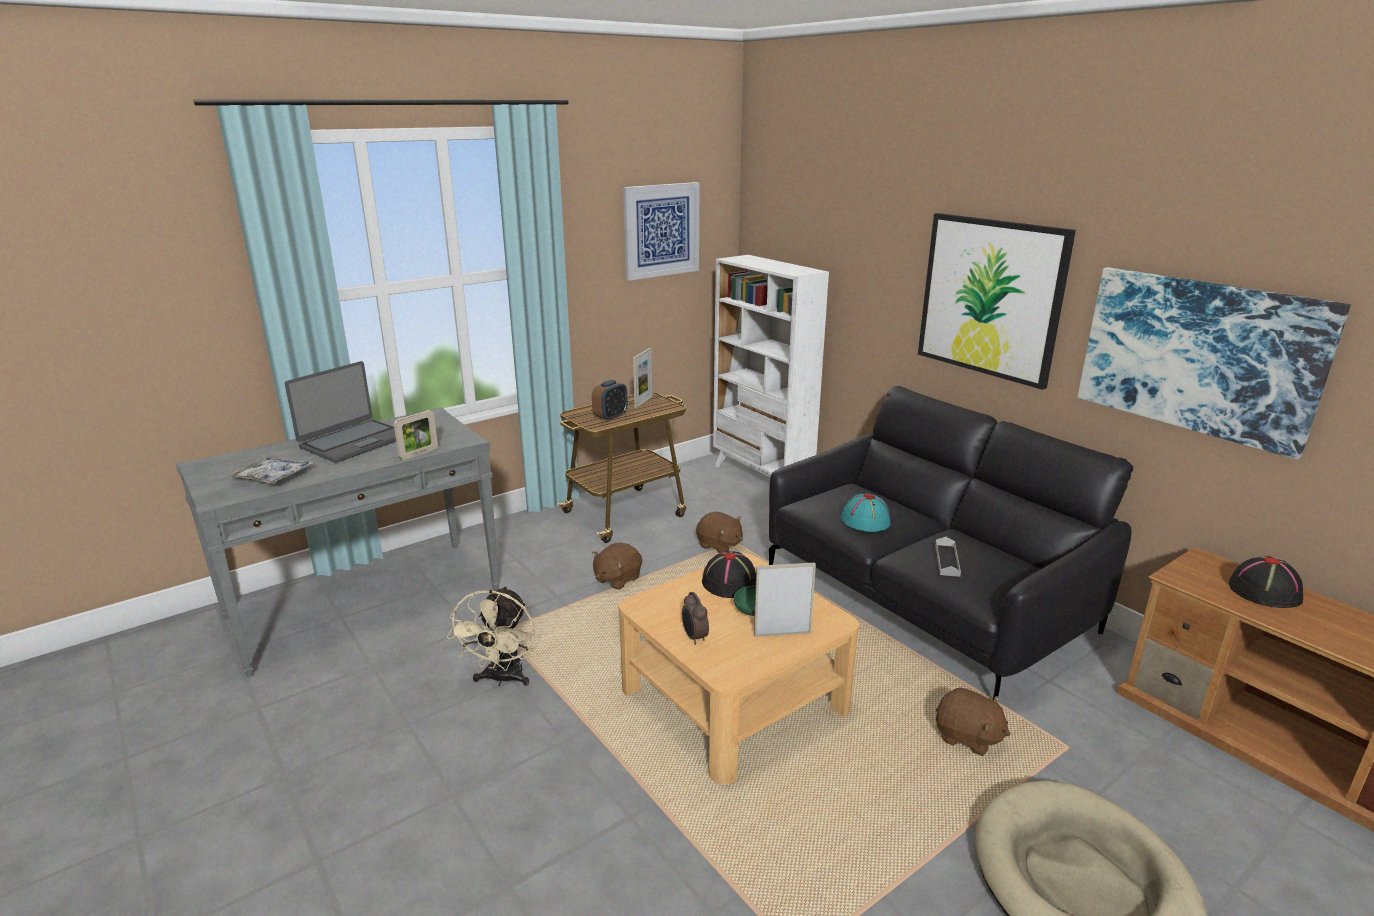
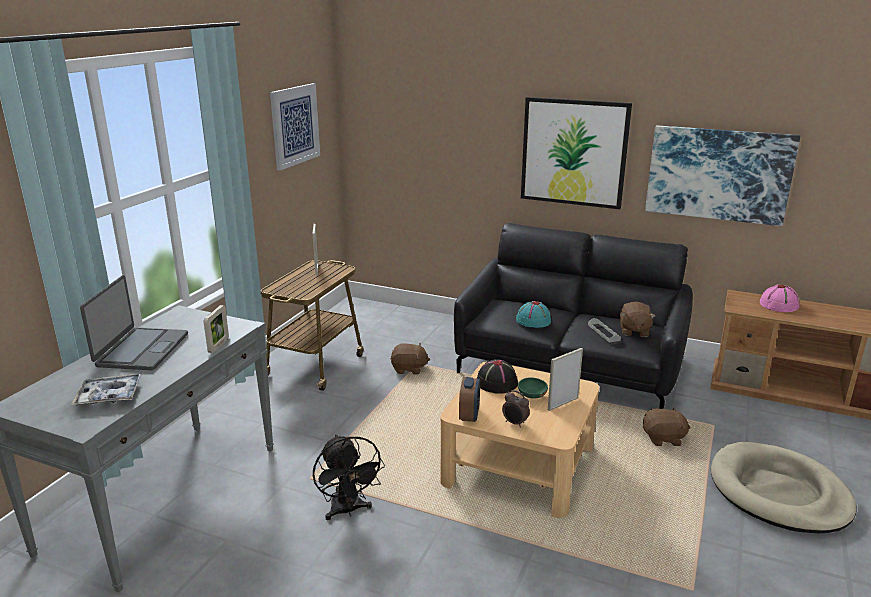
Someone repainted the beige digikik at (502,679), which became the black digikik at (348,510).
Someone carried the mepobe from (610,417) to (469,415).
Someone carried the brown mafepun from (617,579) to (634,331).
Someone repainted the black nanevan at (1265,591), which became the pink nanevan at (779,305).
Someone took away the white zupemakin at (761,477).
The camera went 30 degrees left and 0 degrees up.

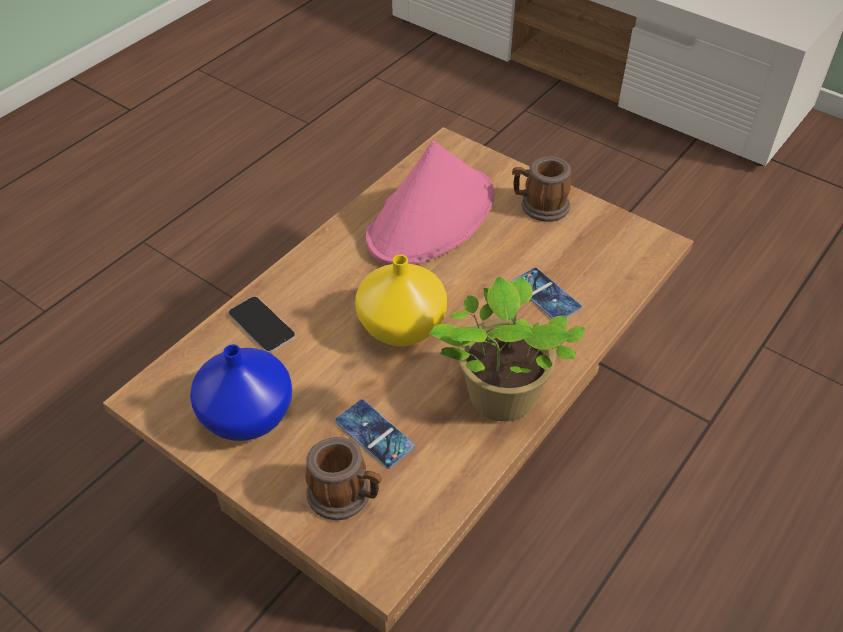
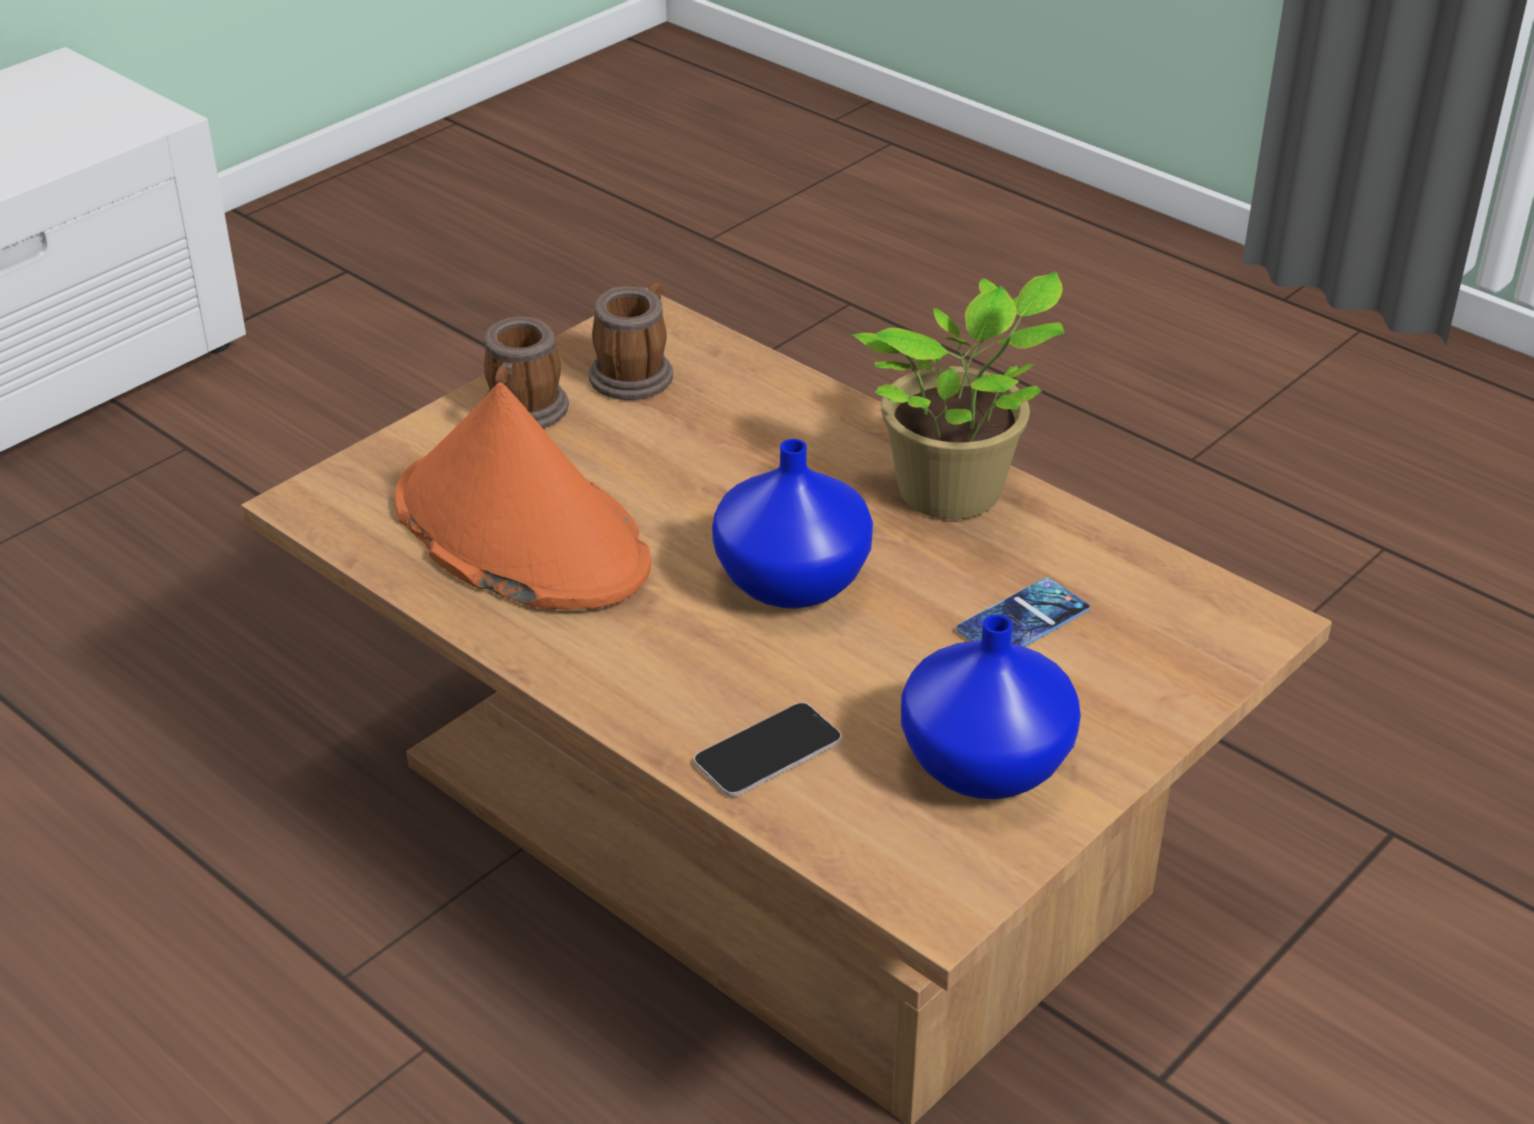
Someone repainted the pink nanevan at (431,218), which became the orange nanevan at (519,533).
Someone carried the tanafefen from (345,495) to (636,373).
Someone repainted the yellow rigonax at (403,327), which became the blue rigonax at (794,580).
Someone took away the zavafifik at (546,295).
The camera went 85 degrees left and 10 degrees down.

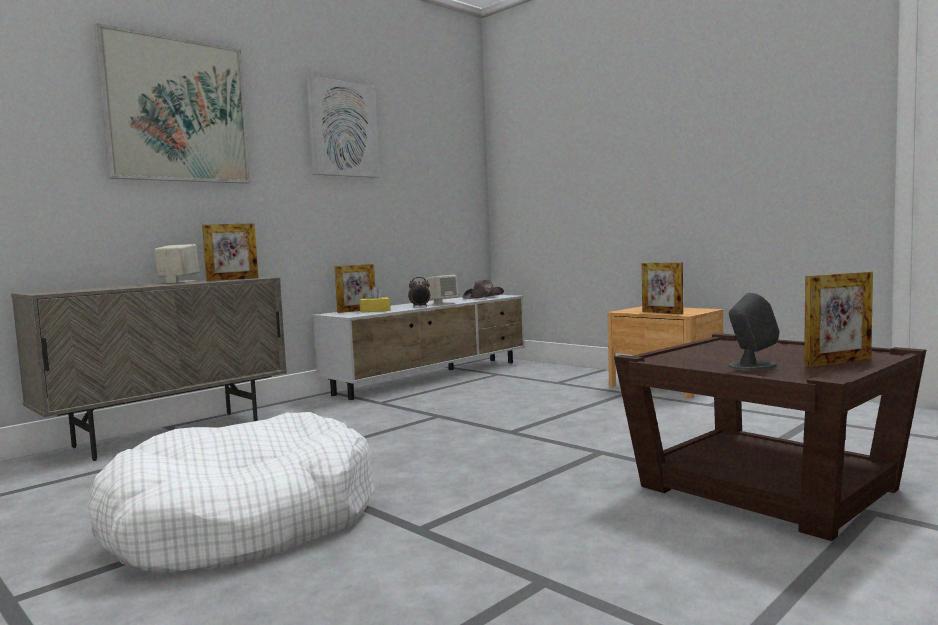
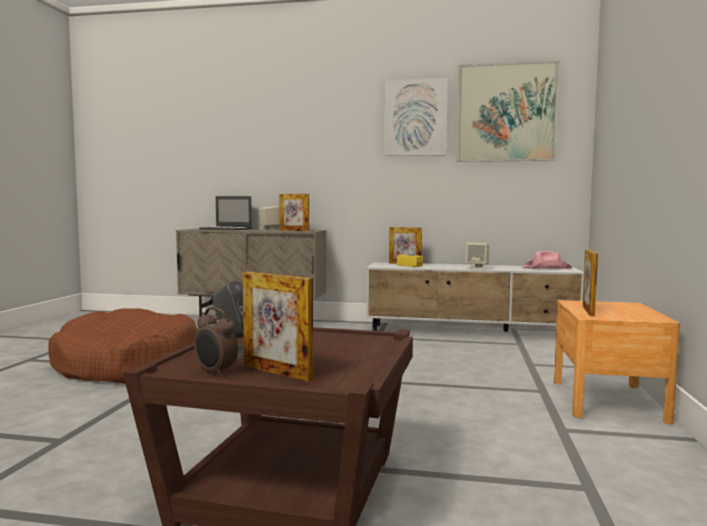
Someone repainted the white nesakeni at (243,523), which became the brown nesakeni at (127,366).
Someone carried the mepobe from (420,306) to (215,372).
Someone put down the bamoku at (226,229).
Someone carried the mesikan from (177,110) to (506,112).
Someone repainted the brown nanevan at (483,297), which became the pink nanevan at (547,268).
The camera went 55 degrees right and 0 degrees up.

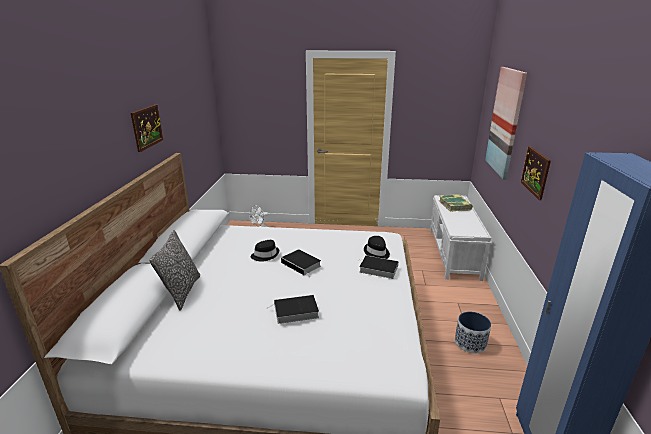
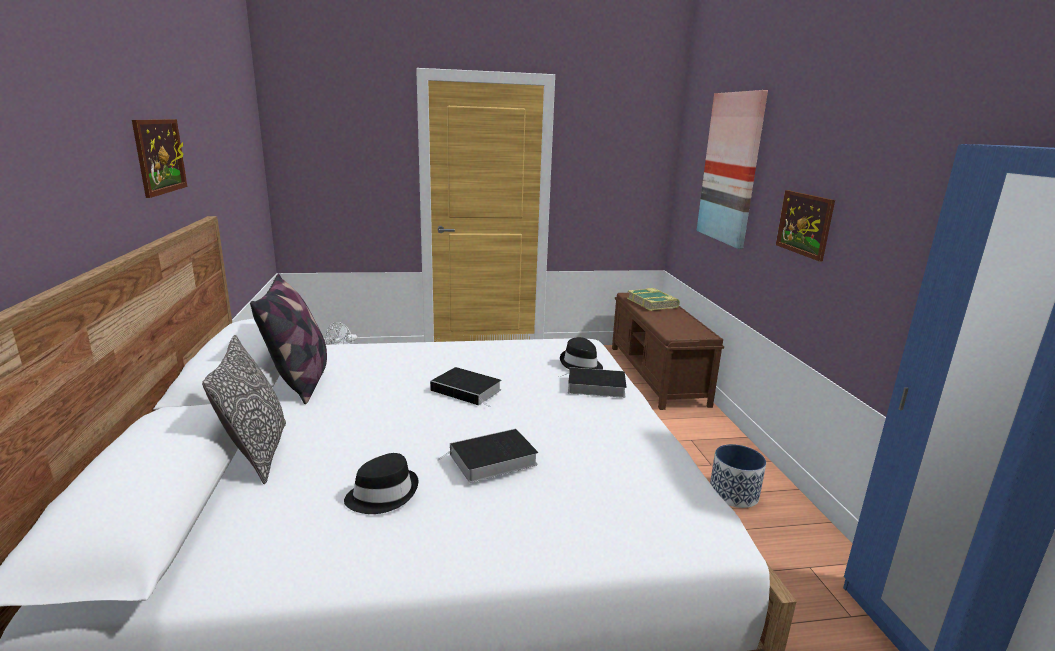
Someone put down the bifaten at (300,381).
Someone carried the black nanevan from (265,255) to (382,494).
Someone repainted the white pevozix at (453,253), which became the brown pevozix at (657,375).
The camera went 15 degrees left and 5 degrees down.

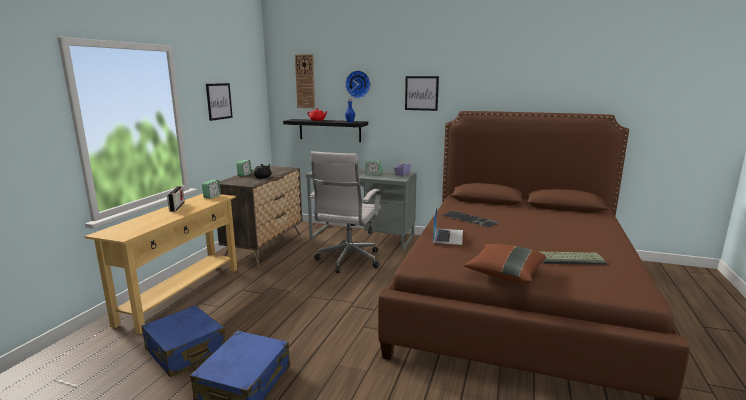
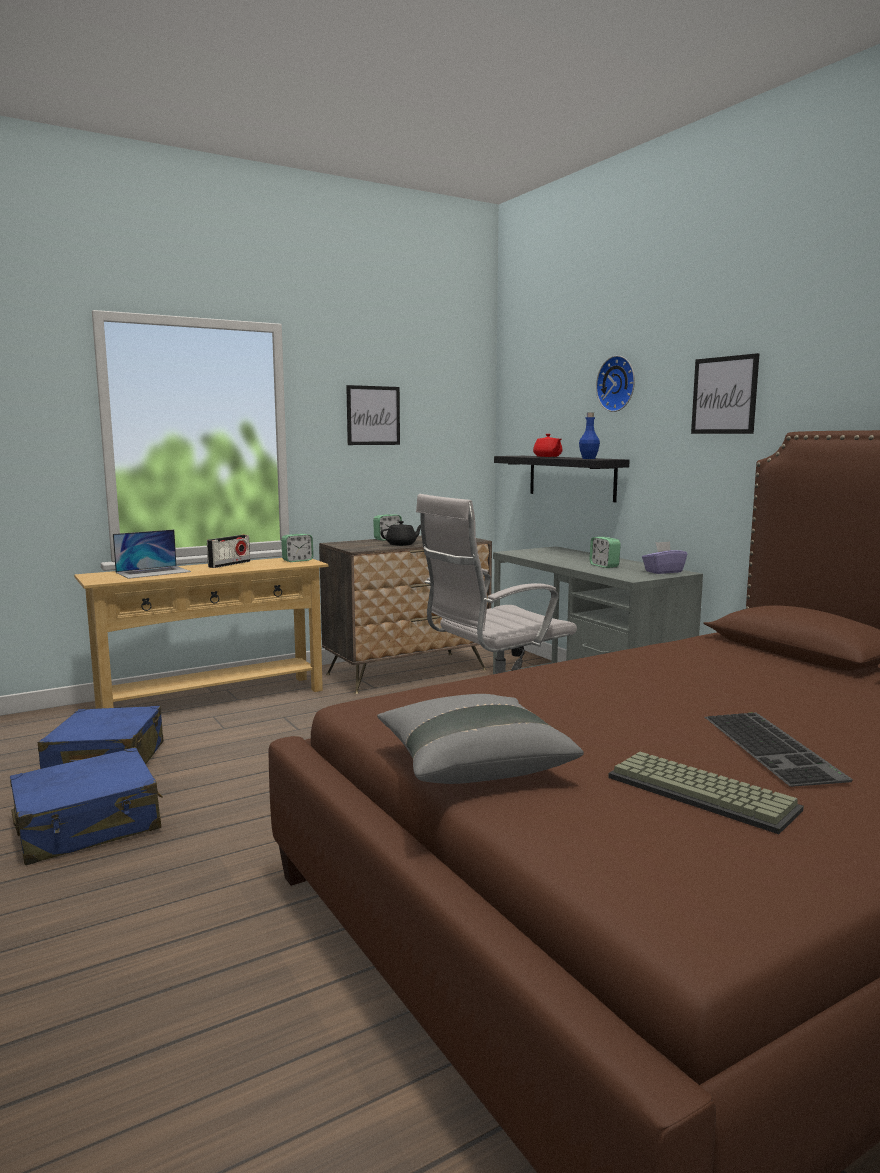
Someone carried the bamoku from (448,236) to (153,572).
Someone repainted the brown bifaten at (504,274), which became the grey bifaten at (472,765).
Someone carried the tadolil from (470,219) to (775,747).
Someone took away the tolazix at (305,81).
The camera went 40 degrees right and 5 degrees down.

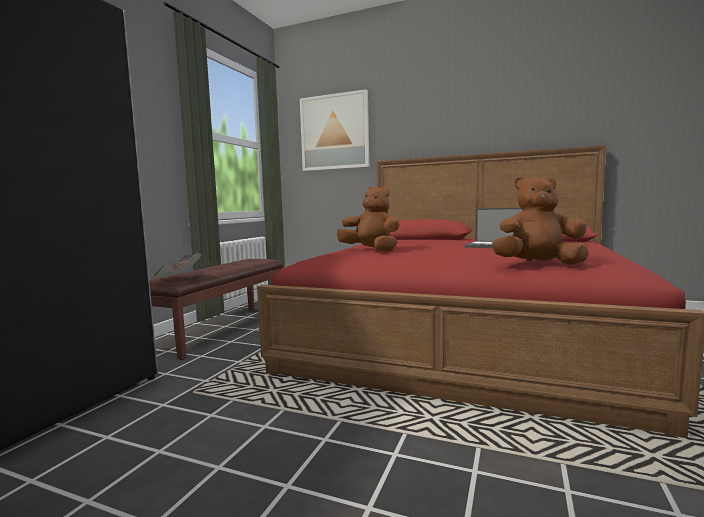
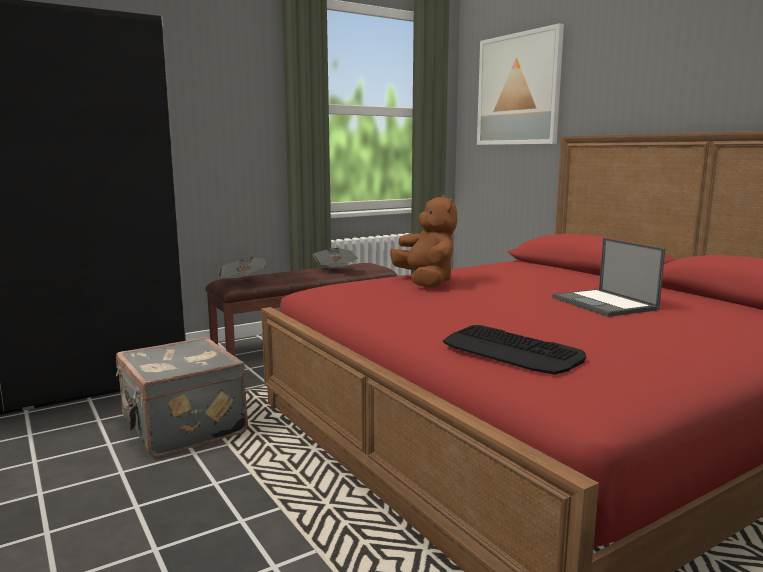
Someone put down the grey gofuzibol at (182,427).
Someone put down the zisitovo at (335,270).
Someone swapped the brown mafepun at (538,264) for the tadolil at (511,351).
The camera went 35 degrees right and 5 degrees up.

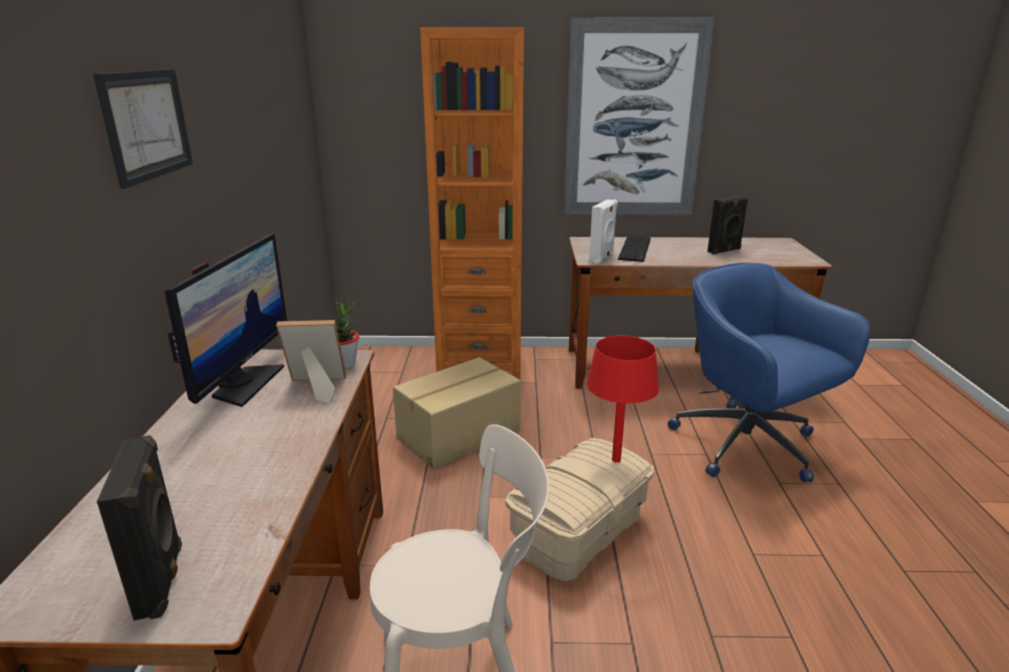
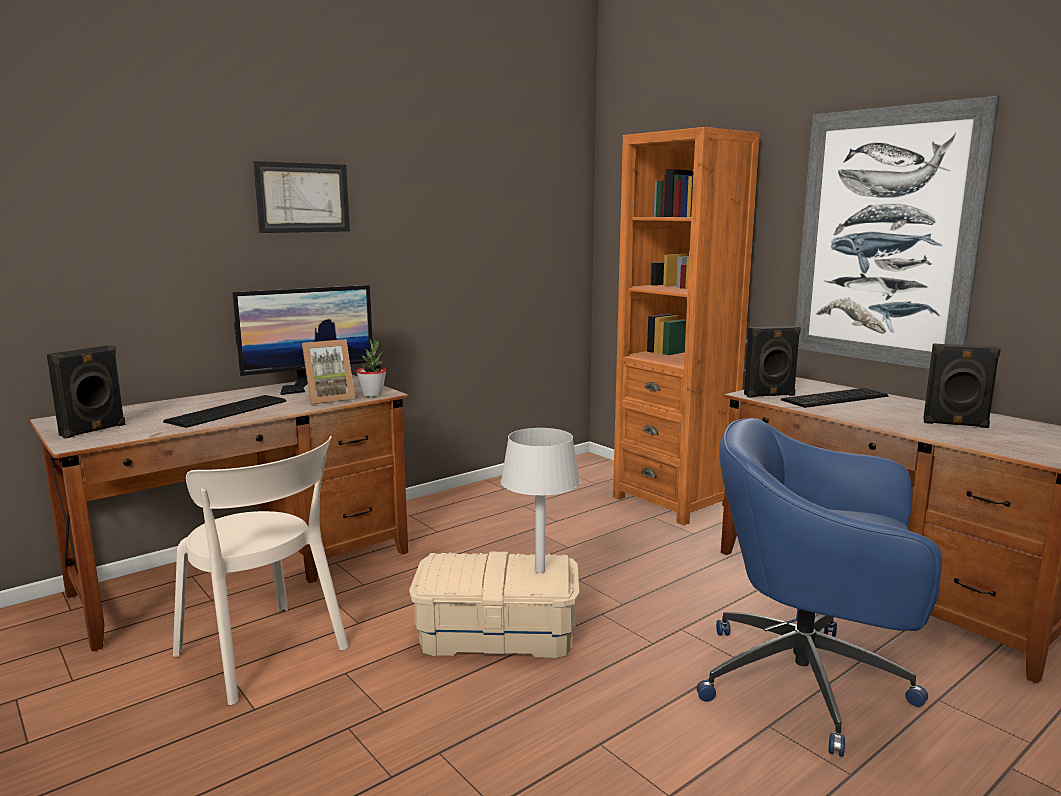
Someone put down the tadolil at (225,411).
Someone rotated the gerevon at (316,388) by 105 degrees clockwise.
Someone repainted the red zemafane at (616,460), which became the grey zemafane at (540,571).
Someone rotated the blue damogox at (748,446) by 90 degrees counterclockwise.
Someone repainted the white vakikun at (602,257), which became the black vakikun at (770,395).
Someone took away the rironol at (460,435).
The camera went 50 degrees right and 10 degrees down.

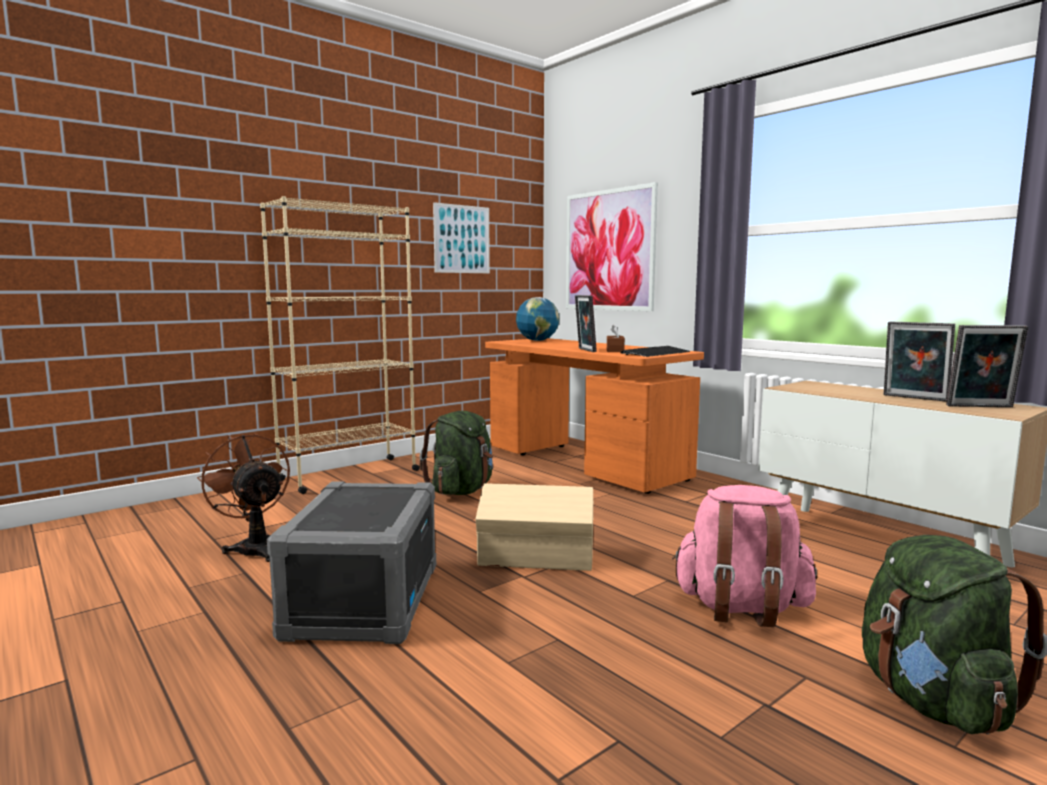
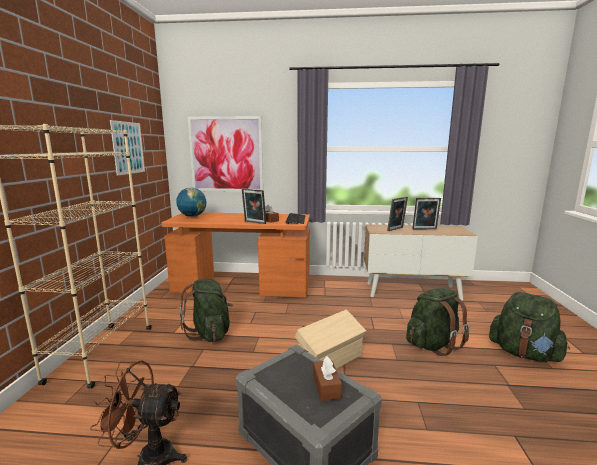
Someone put down the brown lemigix at (326,386).
Someone carried the gerevon from (981,407) to (396,229).
Someone repainted the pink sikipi at (741,608), which became the green sikipi at (433,344).
The camera went 45 degrees left and 5 degrees up.

